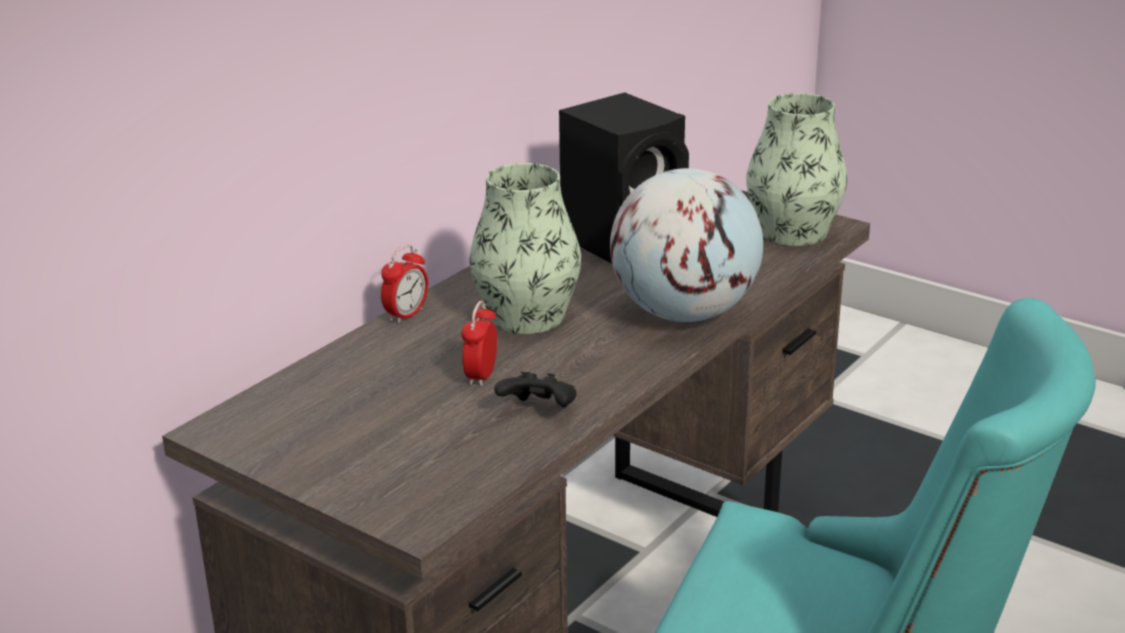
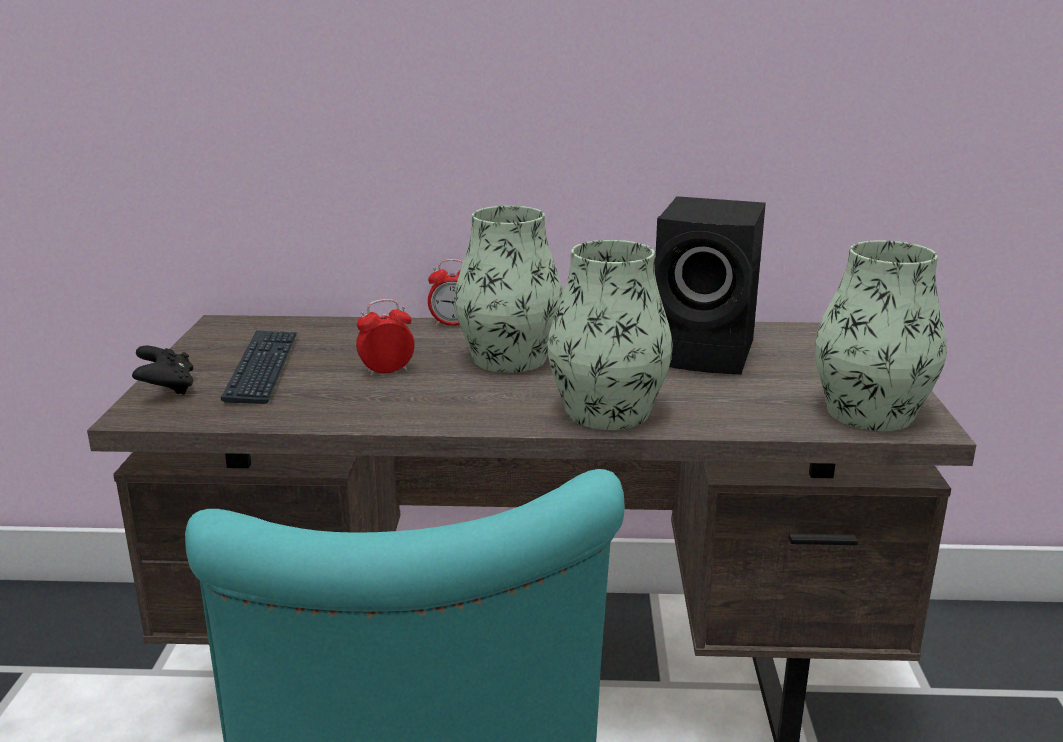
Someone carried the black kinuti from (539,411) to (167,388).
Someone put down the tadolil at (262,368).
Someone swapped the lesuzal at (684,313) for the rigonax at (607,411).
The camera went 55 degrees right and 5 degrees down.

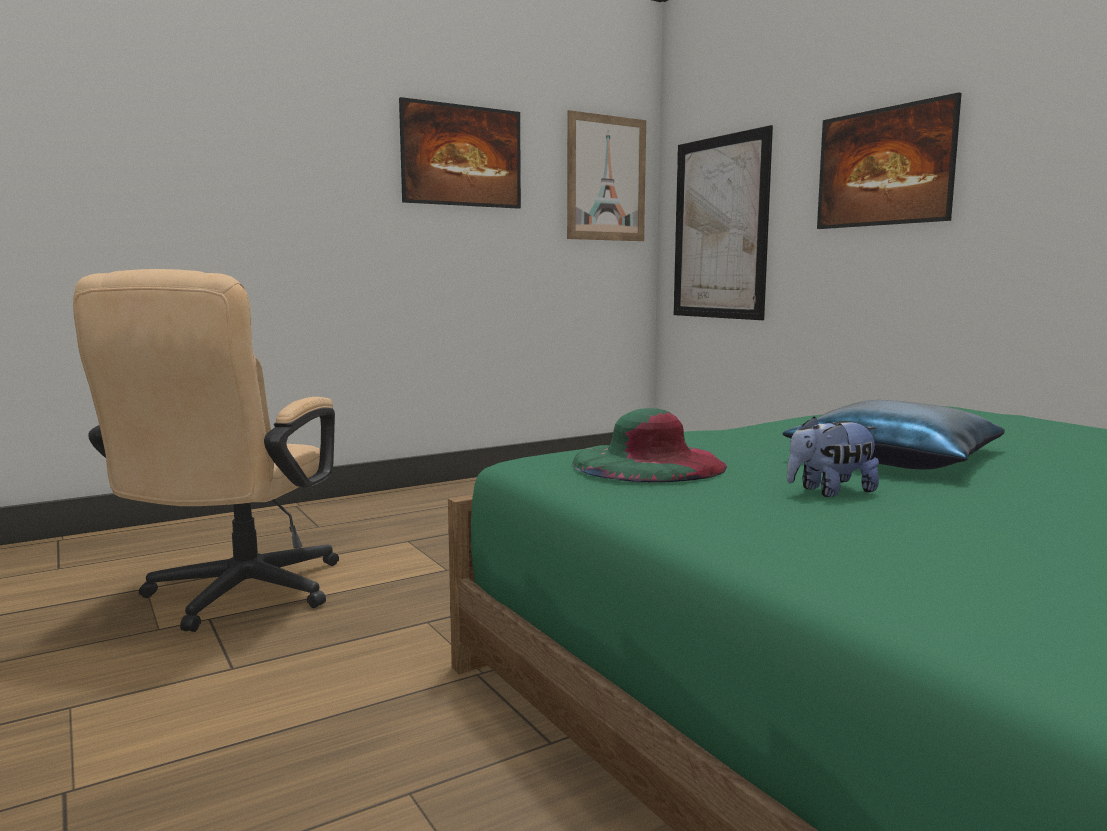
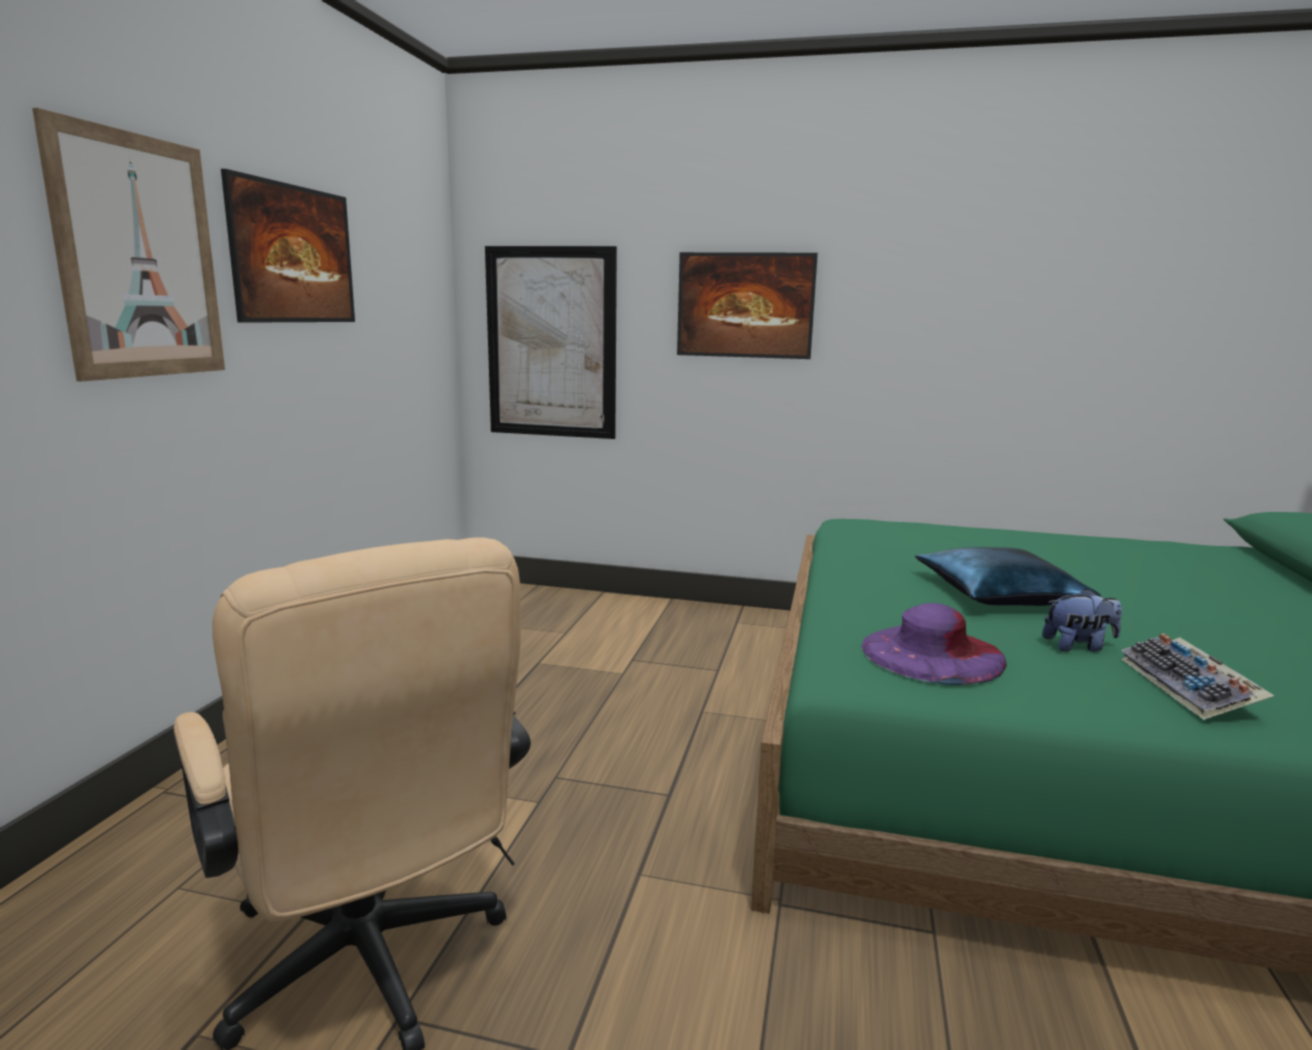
Someone carried the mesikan from (606,178) to (139,257).
Someone repainted the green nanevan at (648,463), which became the purple nanevan at (932,653).
Someone rotated the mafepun at (830,491) by 120 degrees counterclockwise.
Someone put down the tadolil at (1190,688).
The camera went 45 degrees left and 5 degrees up.

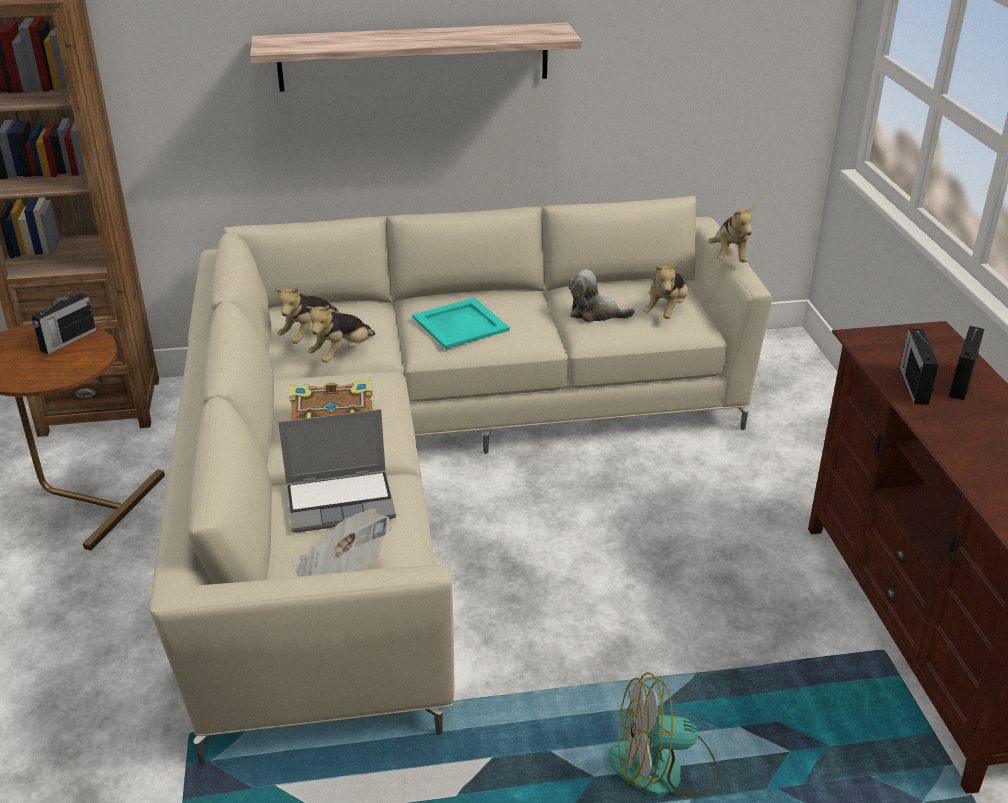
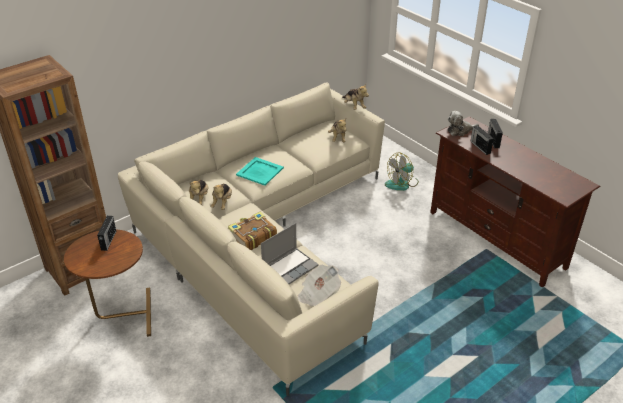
Someone carried the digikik from (663,769) to (402,183).
Someone carried the mafepun from (595,313) to (460,130).
Someone took away the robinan at (414,57).
The camera went 30 degrees left and 5 degrees up.

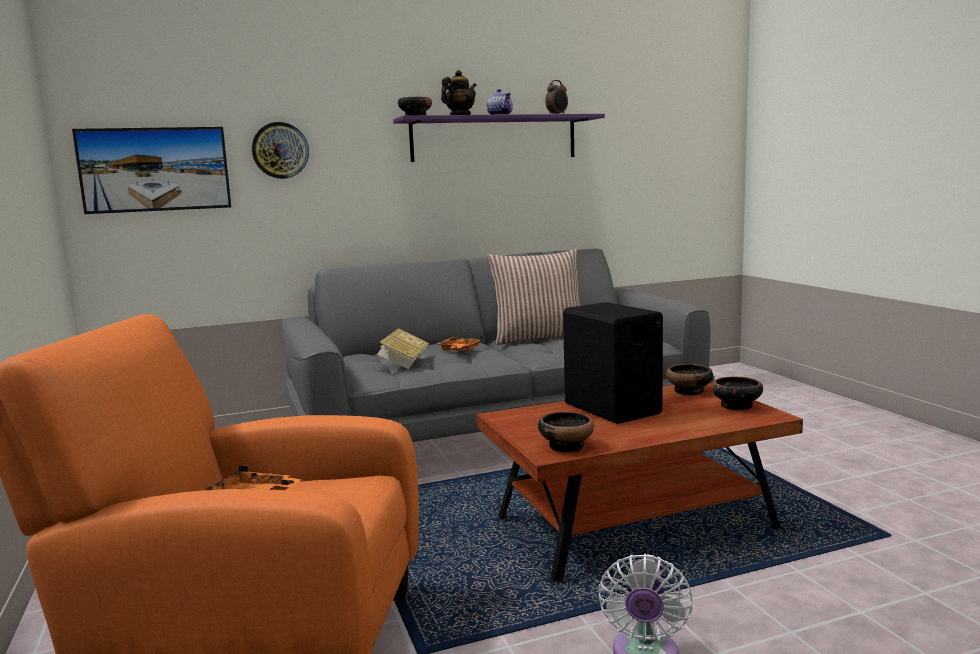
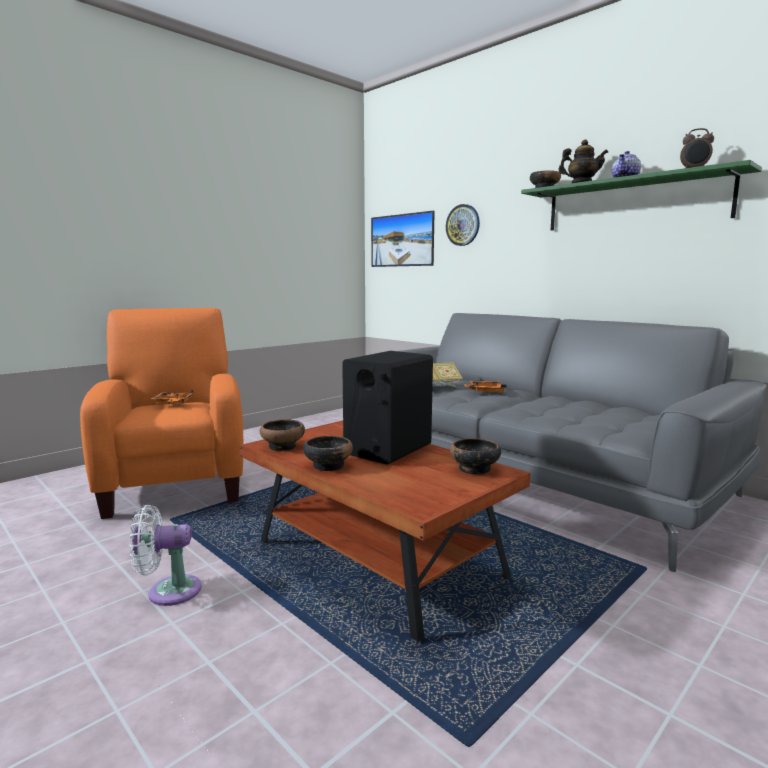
Someone carried the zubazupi from (736,406) to (328,466).
Someone repainted the purple robinan at (494,138), which became the green robinan at (634,203).
Someone took away the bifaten at (538,338).
The camera went 65 degrees right and 0 degrees up.

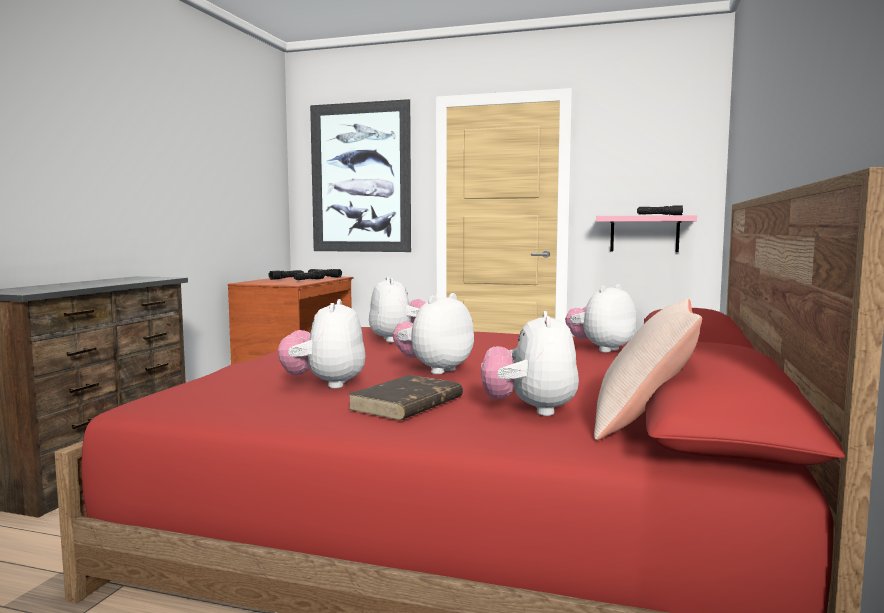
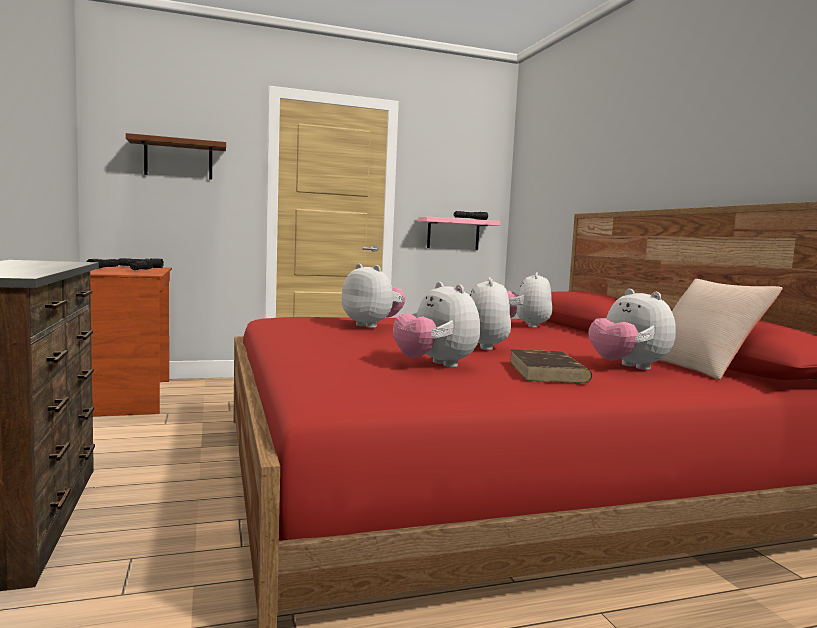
Someone swapped the mesikan at (360,178) for the brown robinan at (178,159).
The camera went 35 degrees left and 0 degrees up.

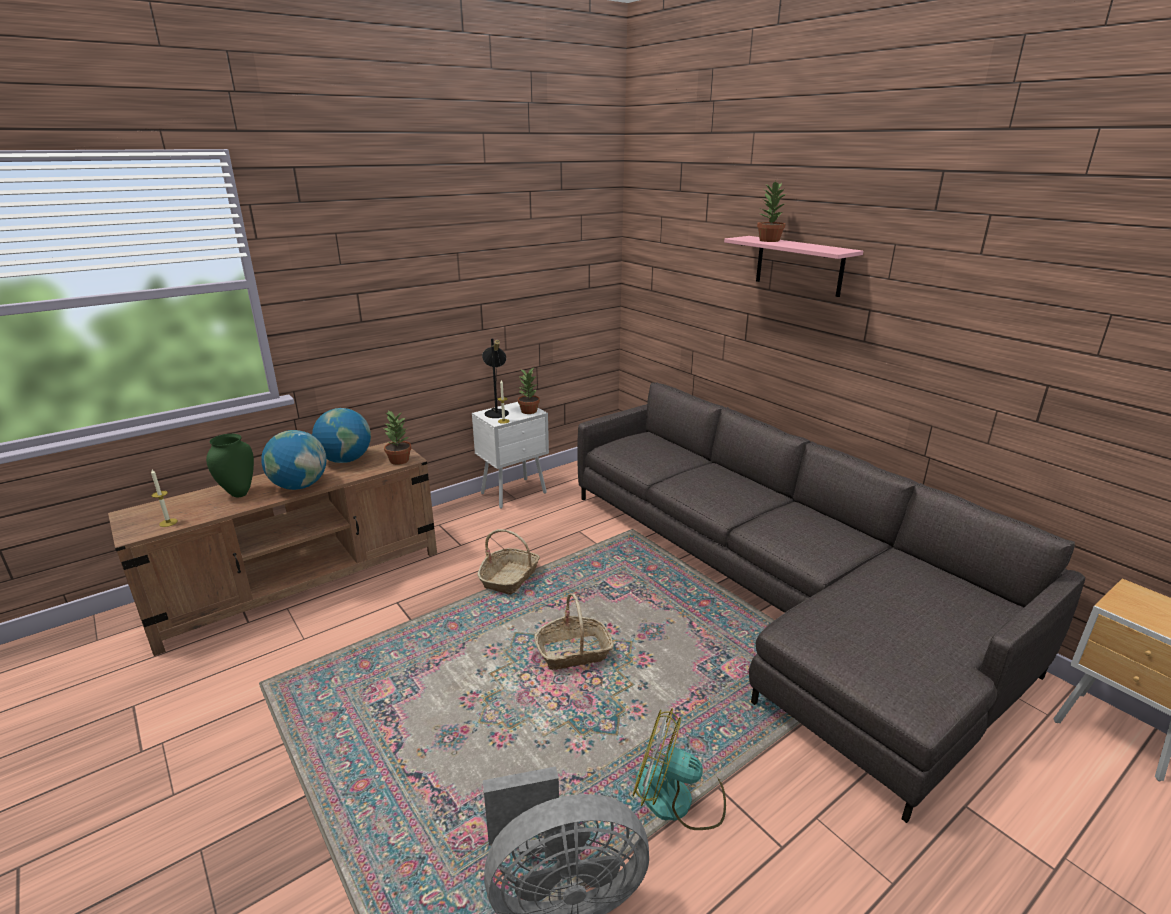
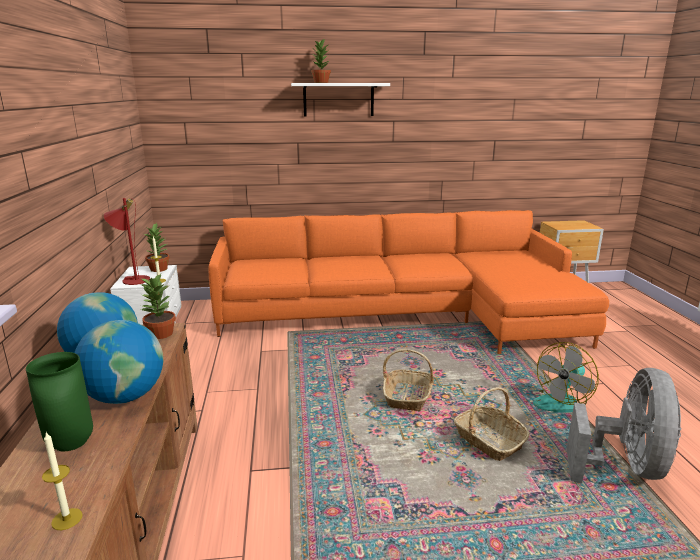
Someone repainted the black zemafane at (497,412), which became the red zemafane at (132,279).
Someone repainted the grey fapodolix at (775,591), which became the orange fapodolix at (408,314).
Someone repainted the pink robinan at (799,265), which became the white robinan at (338,99).
Someone carried the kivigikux from (510,578) to (488,441).
The camera went 60 degrees left and 5 degrees down.

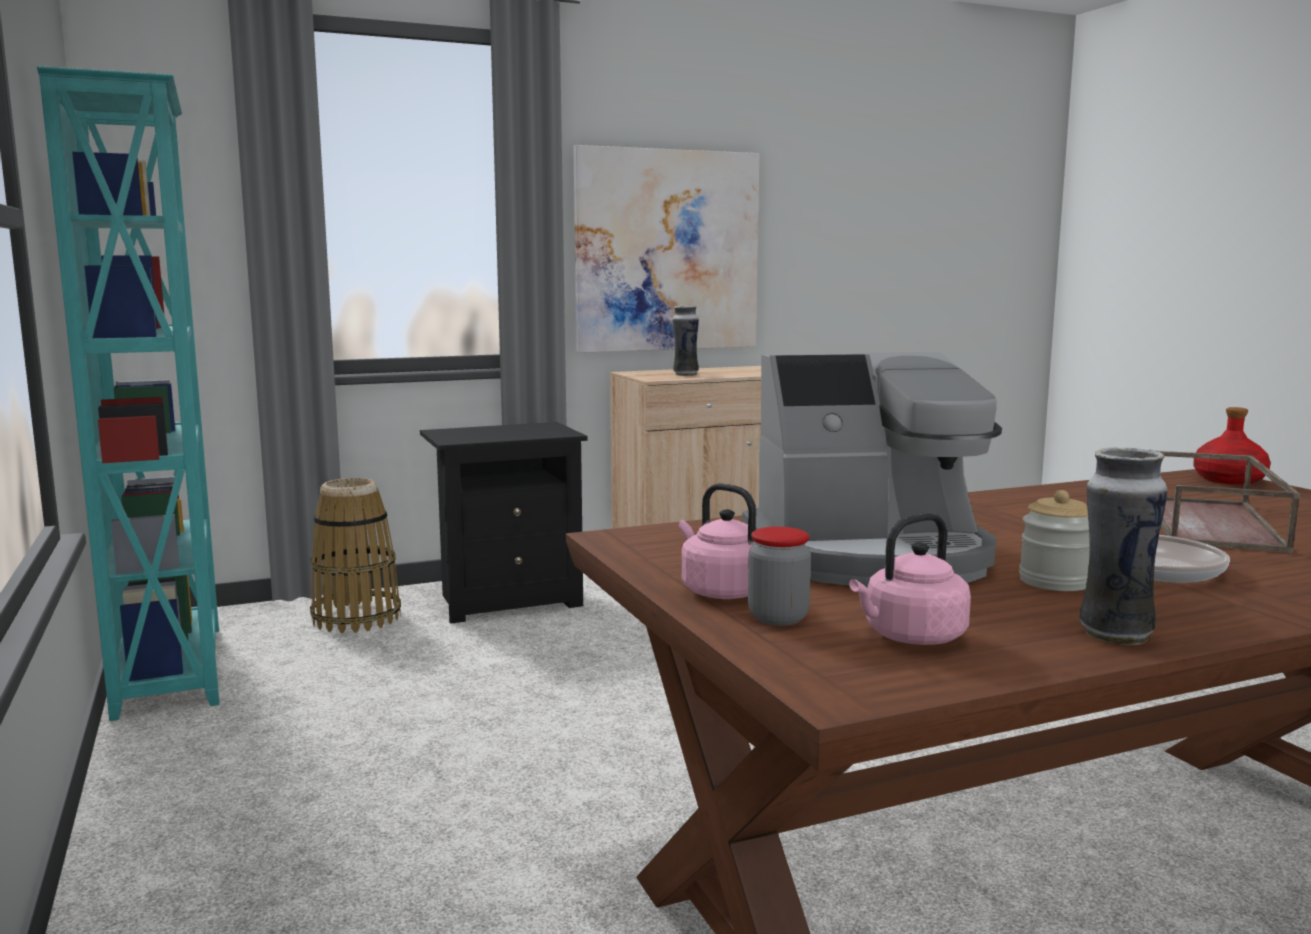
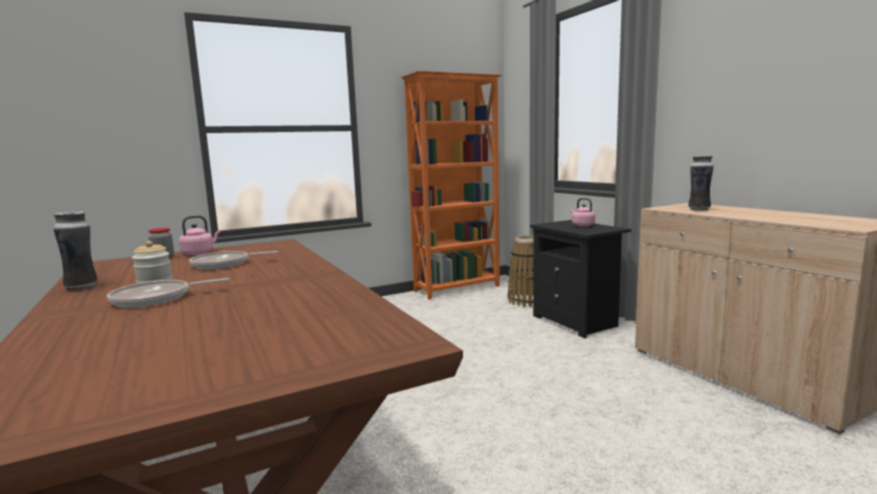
Someone swapped the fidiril at (870,556) for the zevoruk at (224,264).
Someone repainted the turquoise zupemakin at (173,669), which became the orange zupemakin at (458,289).
Someone carried the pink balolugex from (910,637) to (582,225).
Someone took away the mesikan at (667,251).
Someone took away the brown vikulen at (1214,524).
Someone took away the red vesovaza at (1230,480).
The camera went 85 degrees right and 0 degrees up.

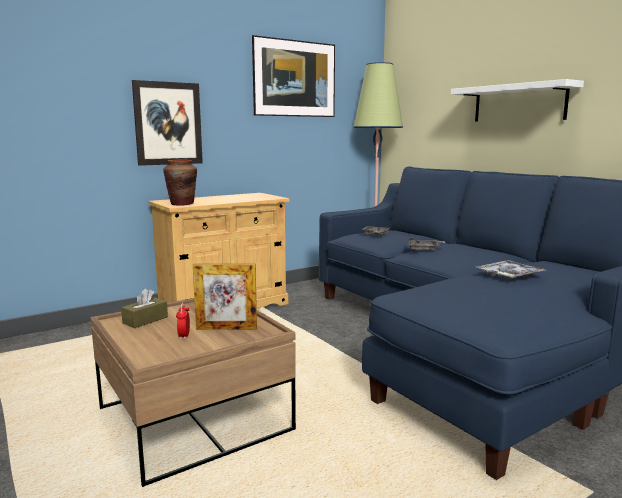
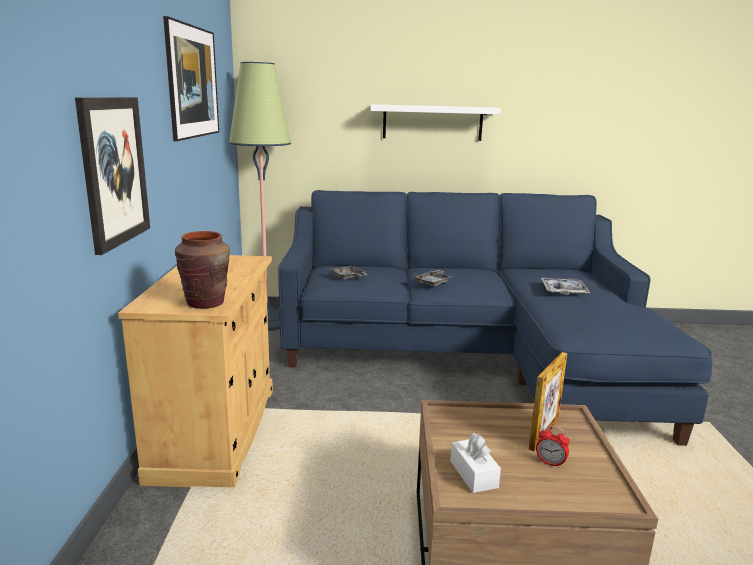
Someone repainted the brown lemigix at (145,320), which became the white lemigix at (473,474).
The camera went 55 degrees left and 5 degrees up.

